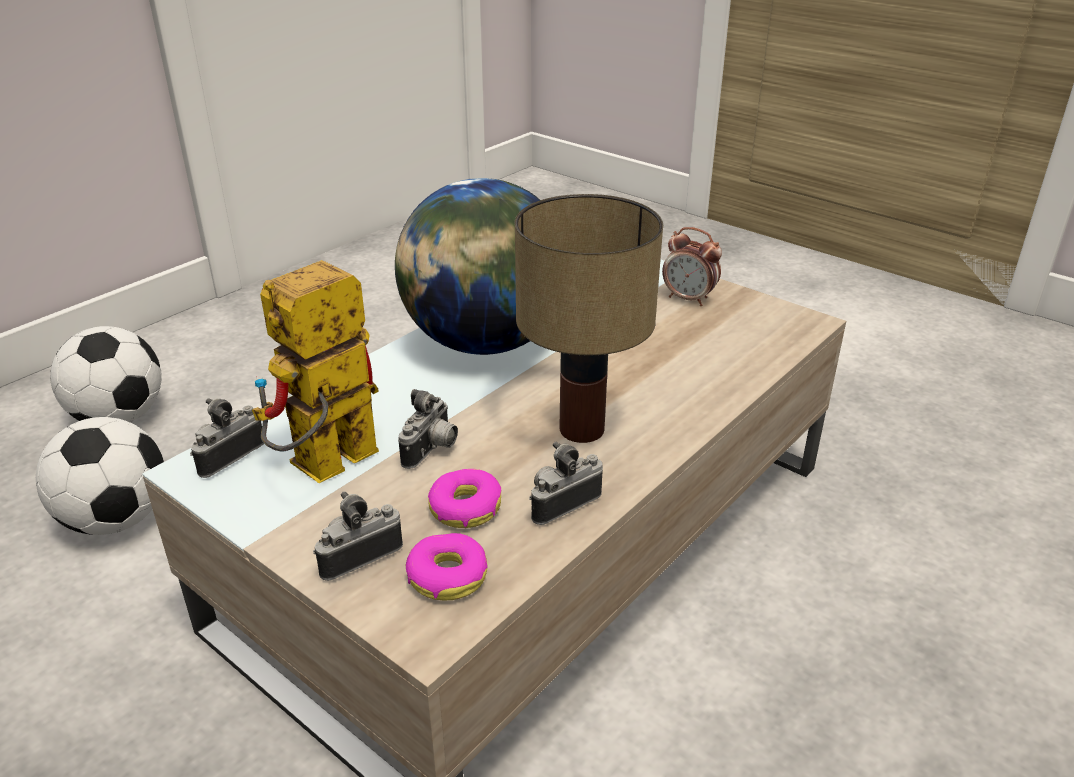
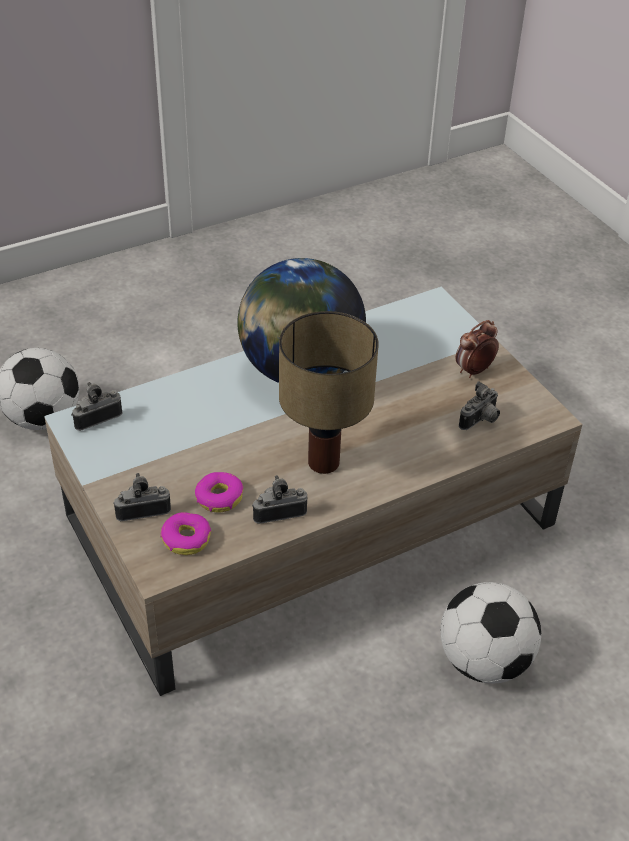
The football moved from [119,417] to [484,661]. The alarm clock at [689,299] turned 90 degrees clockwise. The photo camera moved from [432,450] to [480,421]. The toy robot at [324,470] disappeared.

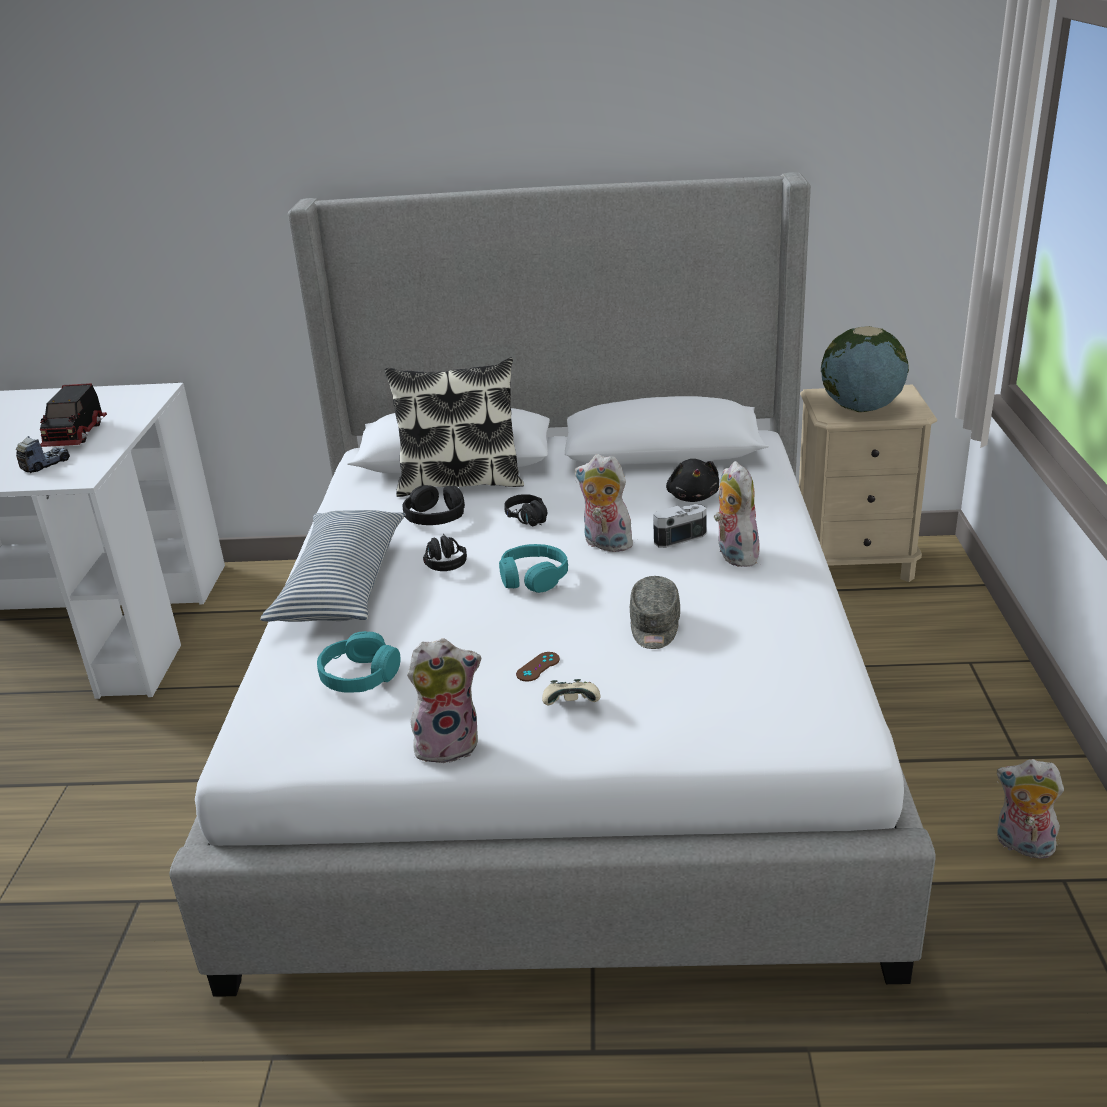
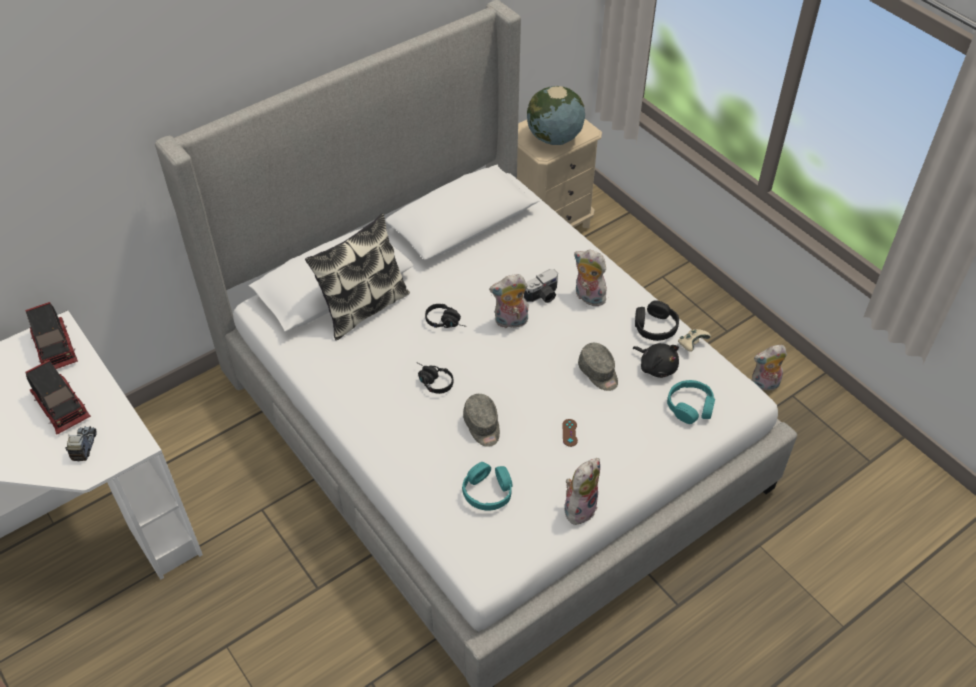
The toy truck at [55,347] appeared. The grey cap at [482,426] appeared. The photo camera at [676,535] turned 150 degrees counterclockwise. The black plush toy moved from [693,497] to [656,366]. The black headphones moved from [435,516] to [655,327]. The turquoise headphones moved from [533,578] to [690,406]. The beige game controller moved from [571,705] to [692,344]. The pillow at [342,583] disappeared.

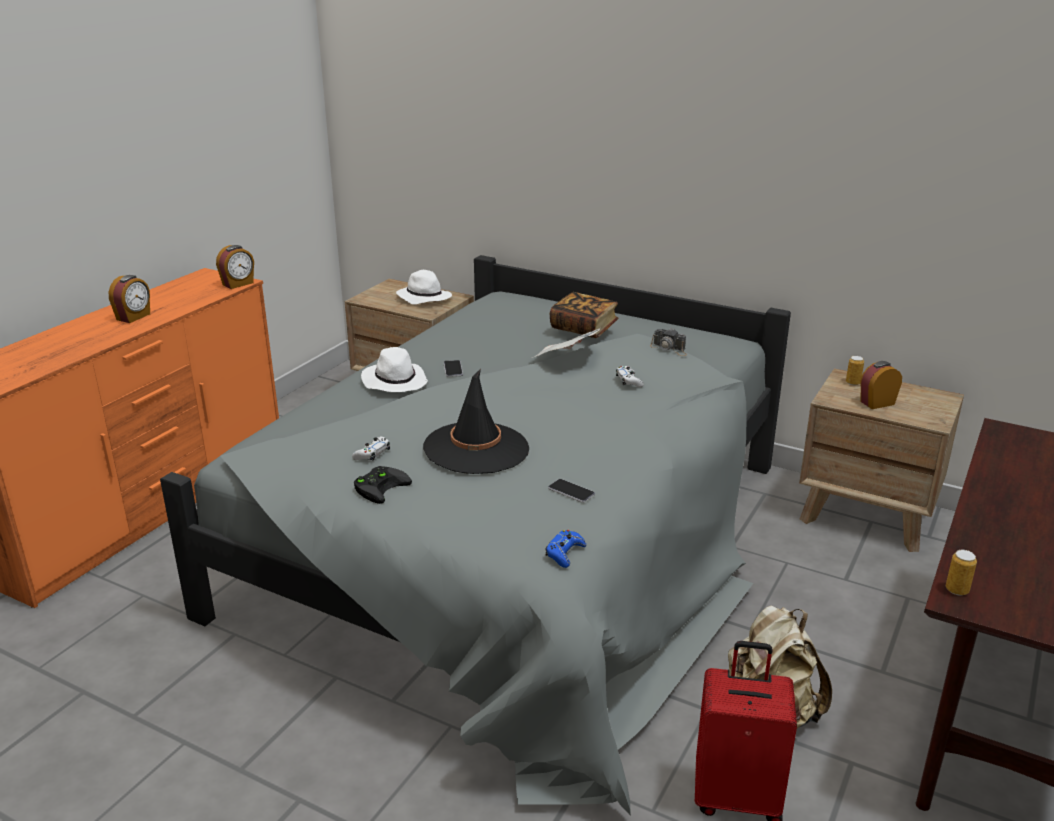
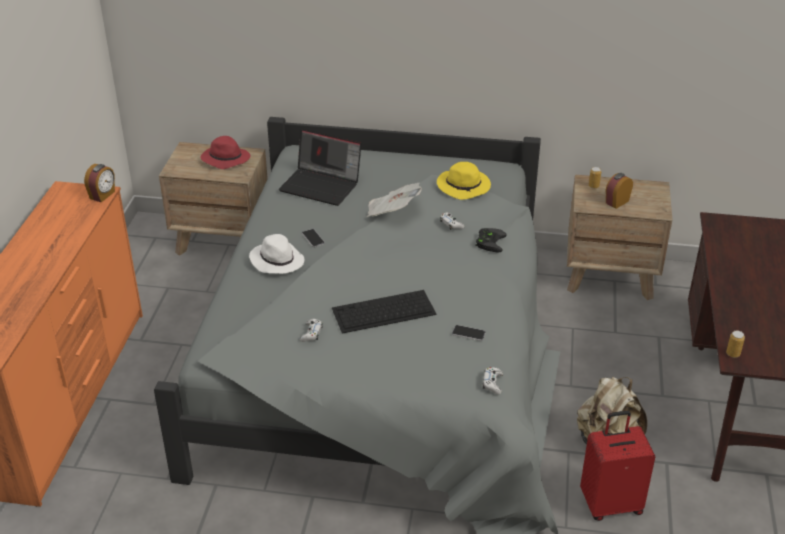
The white hat at [423,298] became the red hat at [225,159]. The laptop at [322,185] appeared. The black hat at [476,448] was replaced by the keyboard at [383,312]. The photo camera at [669,349] was replaced by the yellow hat at [464,186]. The black game controller moved from [380,486] to [489,241]. The blue game controller at [565,553] became the white game controller at [492,383]. The alarm clock at [134,317] disappeared. The book at [584,328] disappeared.

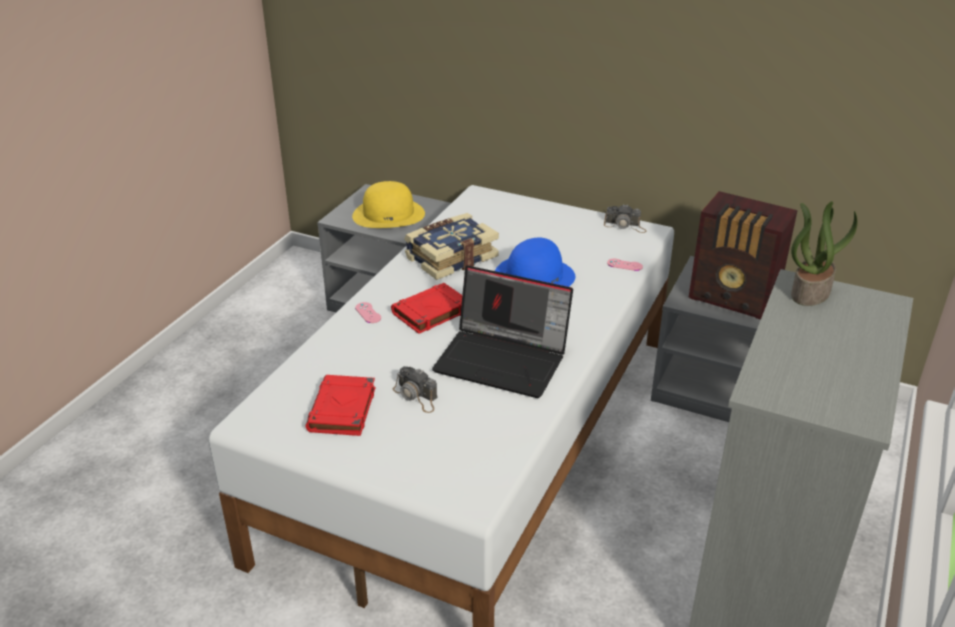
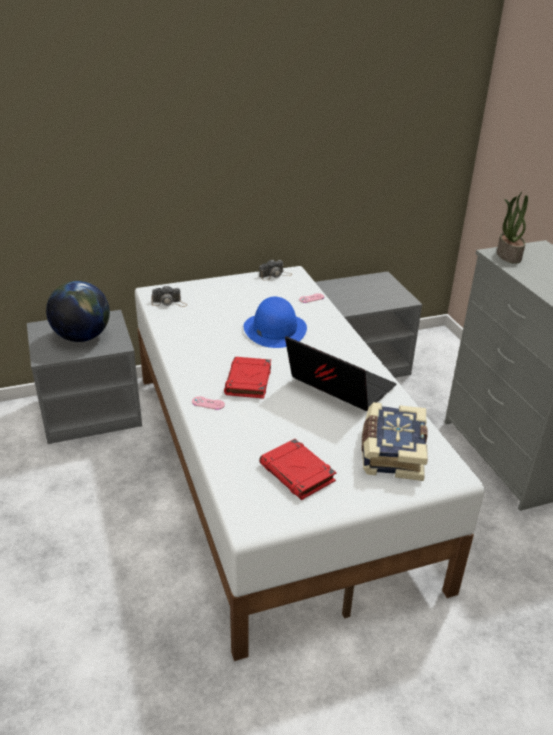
The yellow hat at [389,214] was replaced by the globe at [82,337]. The photo camera moved from [416,396] to [169,303]. The laptop at [504,360] turned 120 degrees counterclockwise. The book moved from [450,257] to [391,452]. The radio at [734,299] disappeared.

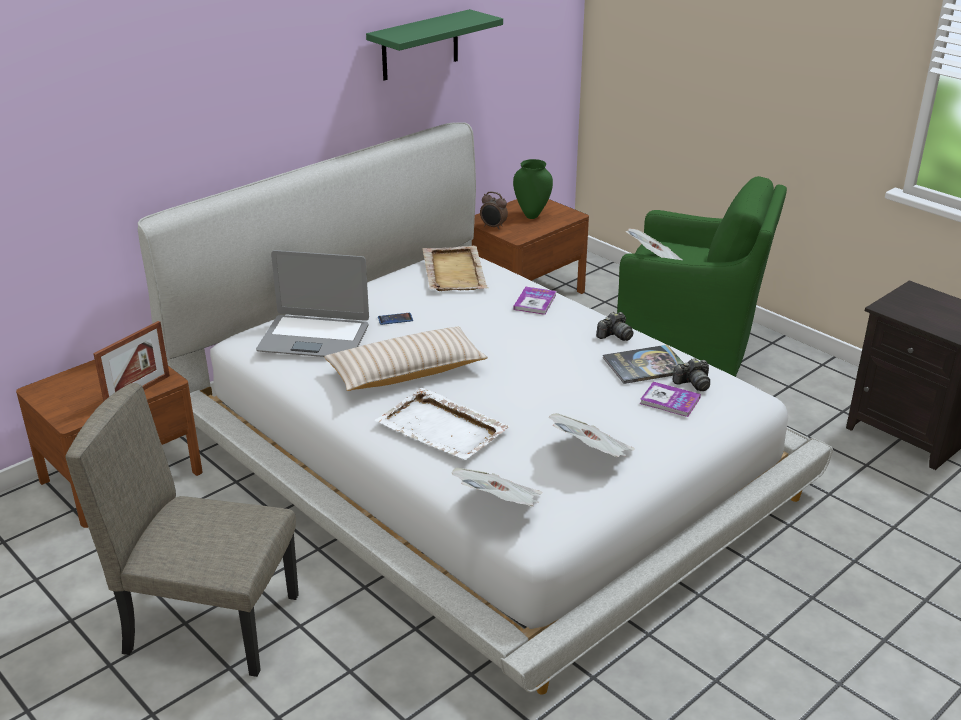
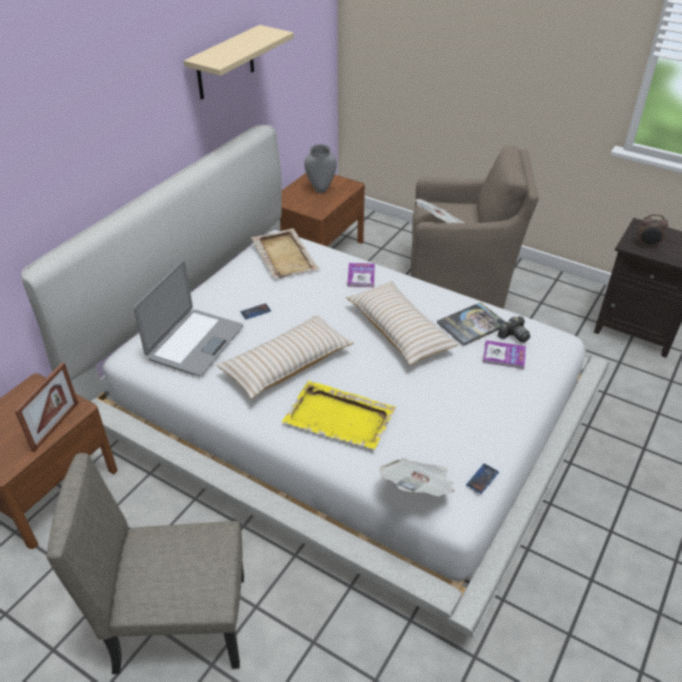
The laptop at [314,338] turned 60 degrees counterclockwise. The green shelf at [420,45] became the beige shelf at [225,63]. The white tray at [443,428] became the yellow tray at [340,418]. The green vase at [531,216] became the grey vase at [321,190]. The beige pillow at [399,331] appeared. The green armchair at [689,352] became the brown armchair at [460,284]. The phone at [482,479] appeared. The alarm clock moved from [493,227] to [647,245]. The newspaper at [591,455] disappeared. The photo camera at [615,335] disappeared.

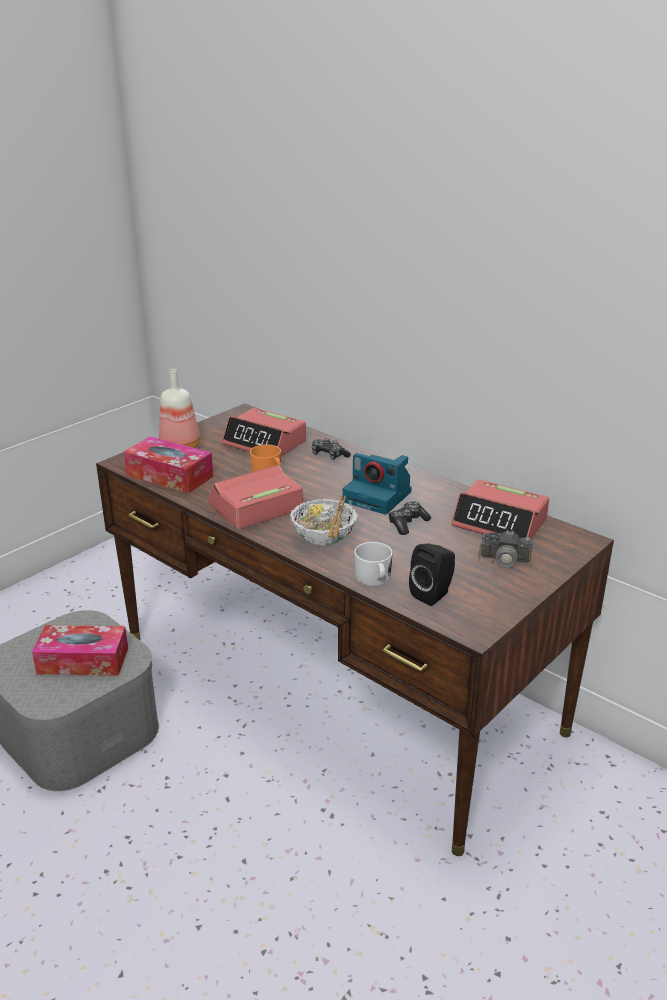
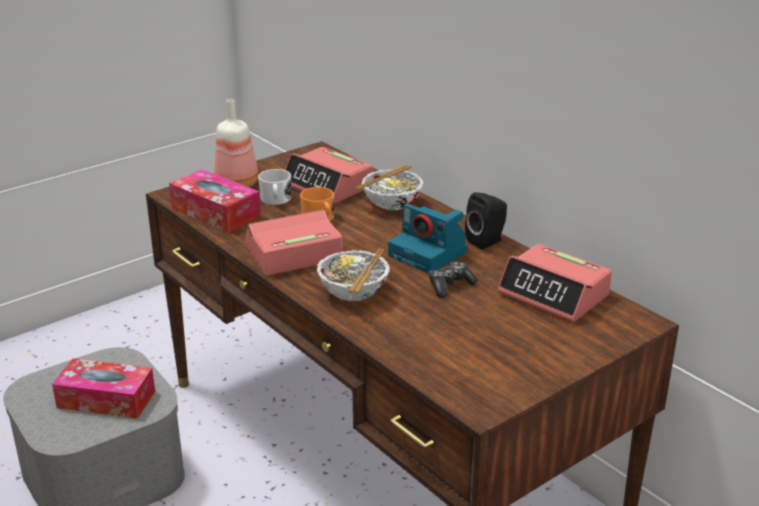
The white mug moved from [374,579] to [276,200]. The game controller at [329,455] was replaced by the bowl at [391,204]. The black speaker moved from [433,594] to [487,241]. The photo camera at [509,562] disappeared.

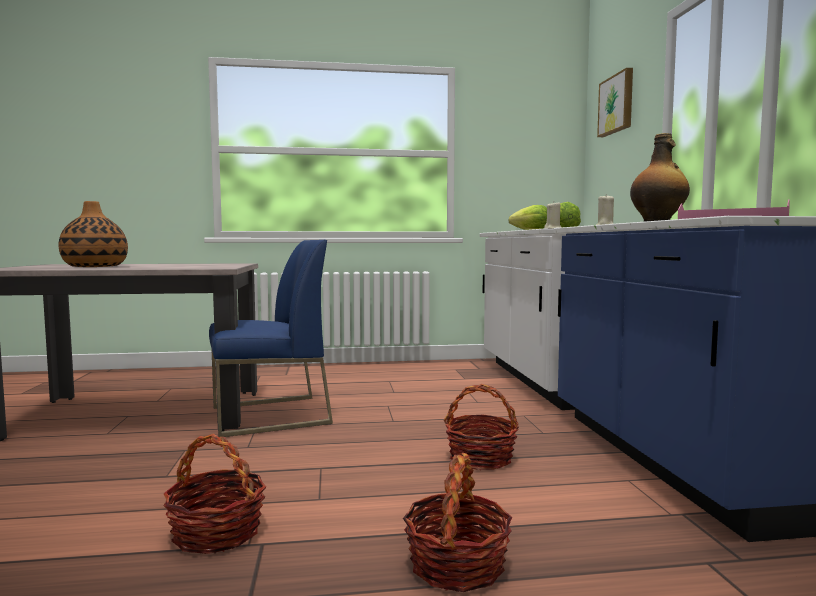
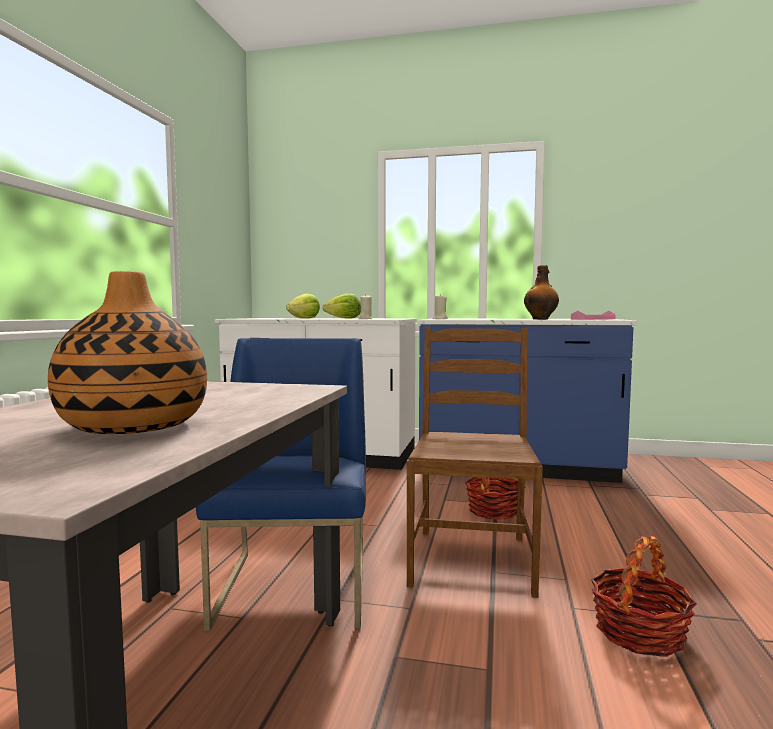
The brown chair at [471,559] appeared. The basket at [457,565] disappeared. The picture at [617,104] disappeared.

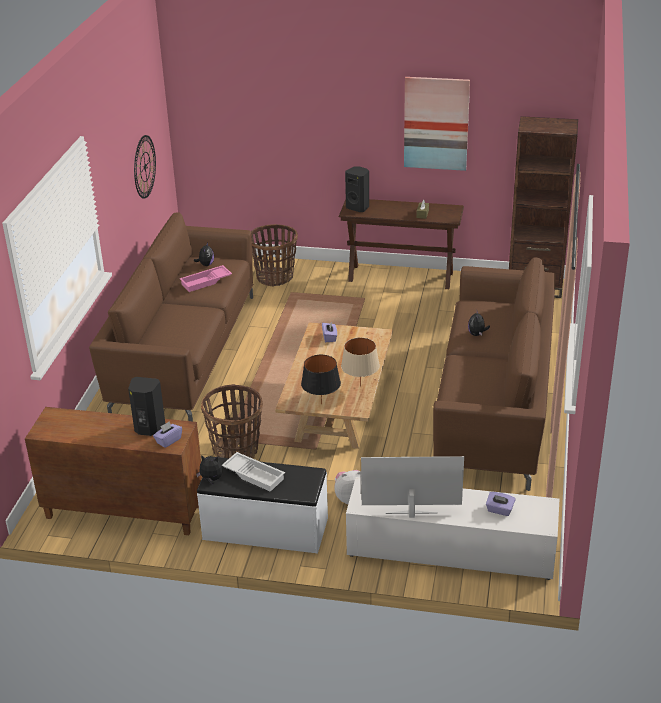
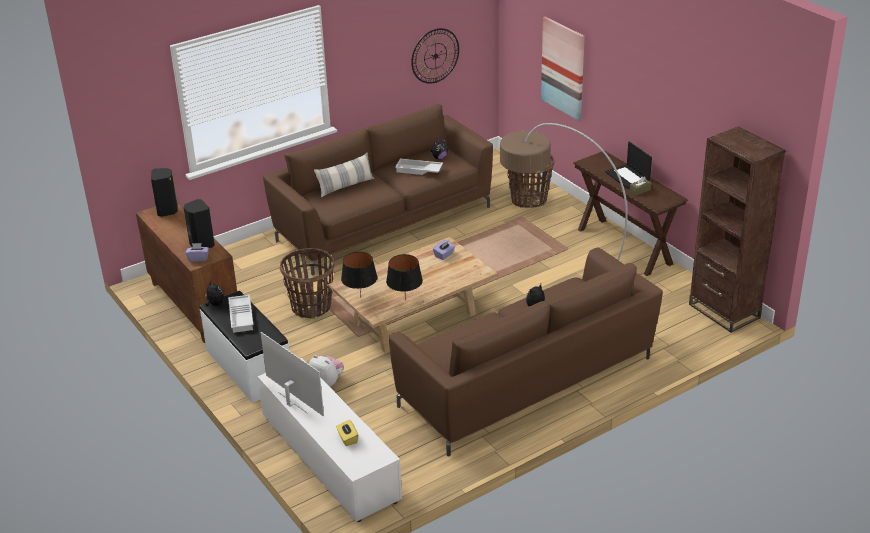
The black speaker moved from [358,207] to [167,211]. The pillow at [345,186] appeared. The purple tissue box at [499,510] became the yellow tissue box at [347,439]. The beige table lamp at [360,386] became the black table lamp at [405,300]. The pink tray at [206,282] became the white tray at [418,170]. The floor lamp at [555,261] appeared. The picture moved from [436,123] to [563,68]. The laptop at [628,177] appeared.

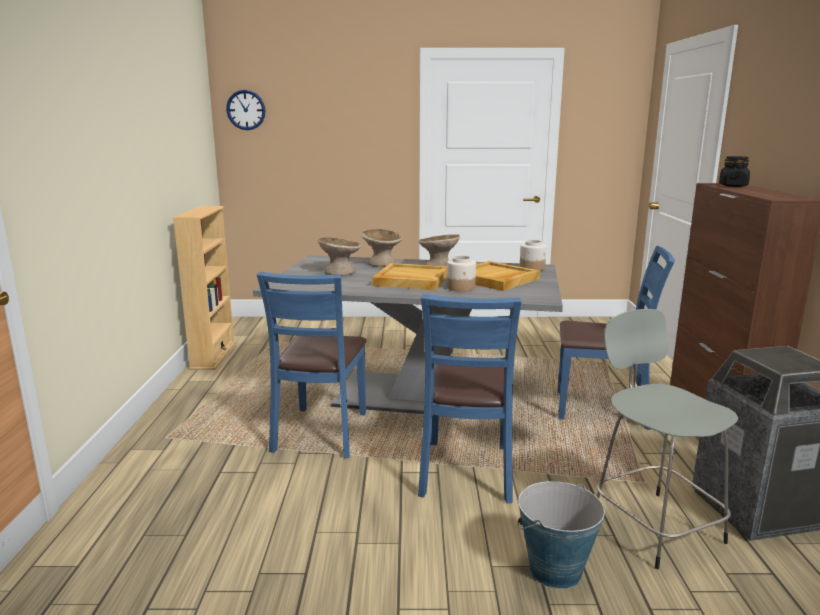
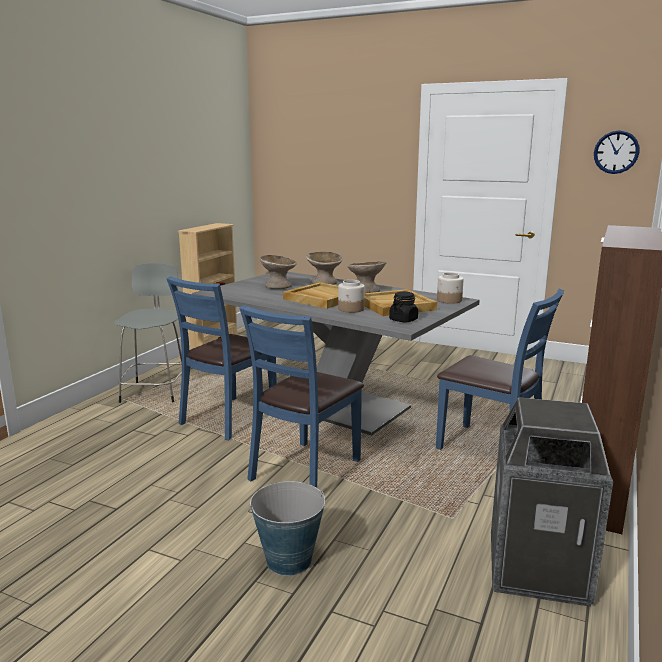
The grey stool moved from [653,525] to [155,391]. The black jar moved from [732,186] to [403,320]. The wall clock moved from [246,110] to [616,152].

